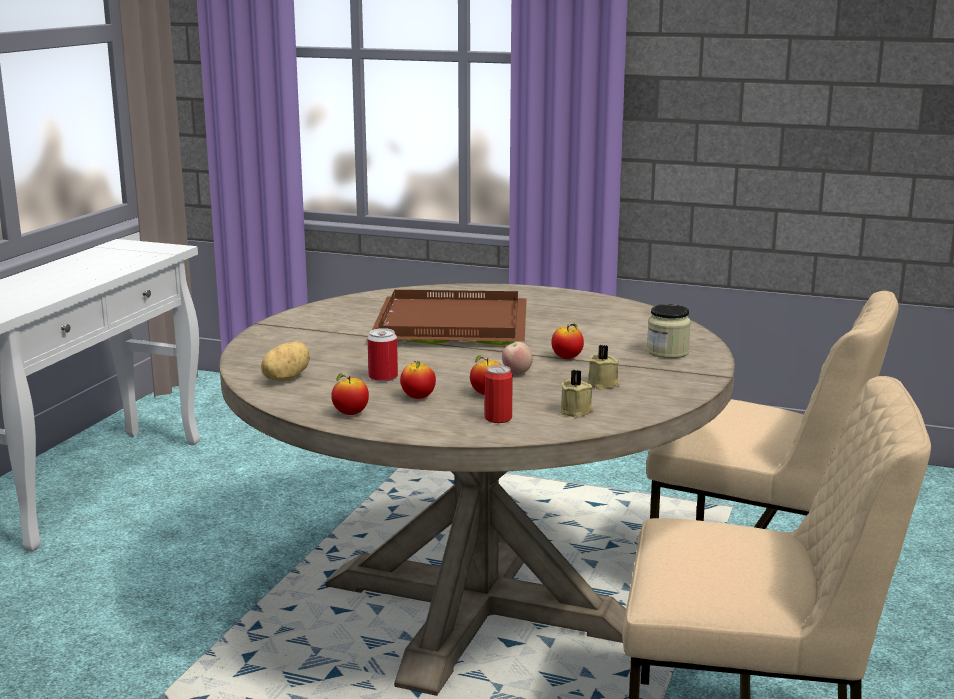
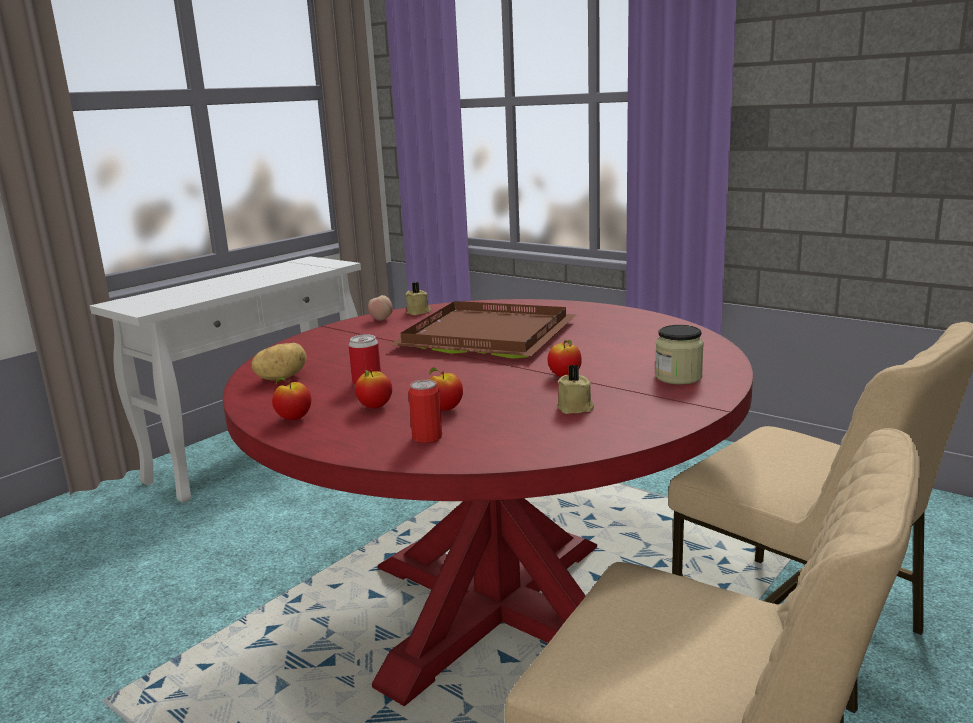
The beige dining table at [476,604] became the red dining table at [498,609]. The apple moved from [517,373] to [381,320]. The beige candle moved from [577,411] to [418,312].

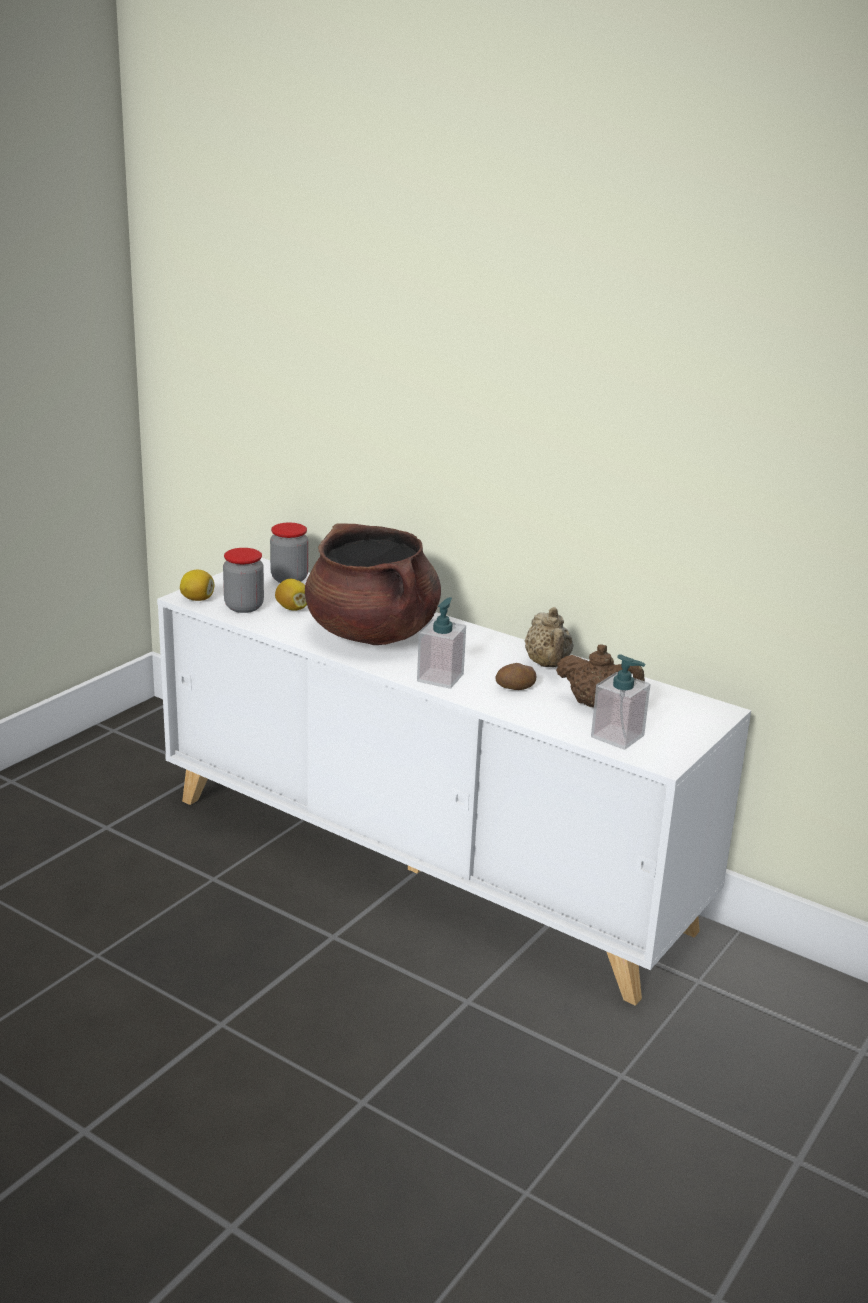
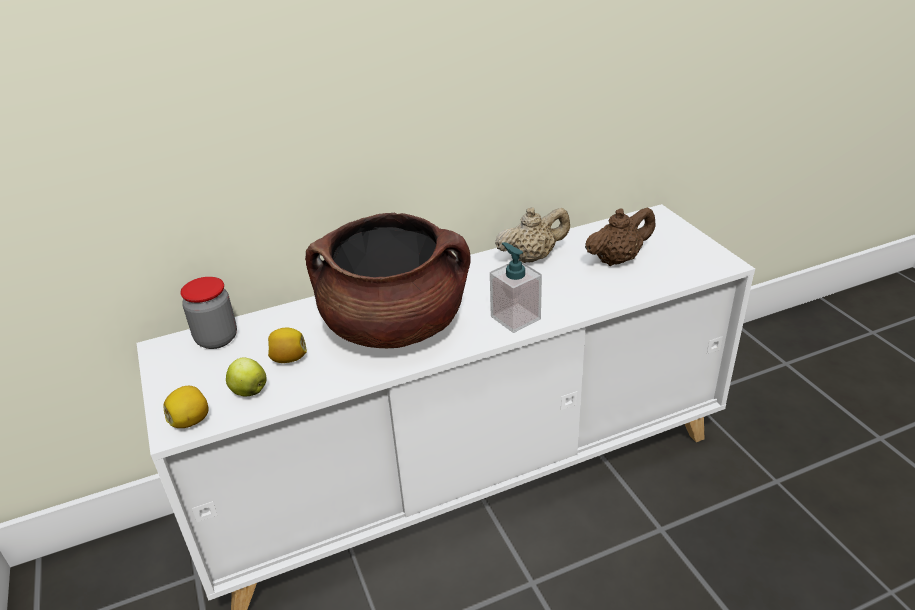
The jar at [244,607] was replaced by the apple at [249,391]. The beige teapot at [548,665] turned 45 degrees counterclockwise. The potato at [515,688] disappeared. The soap dispenser at [617,736] disappeared.

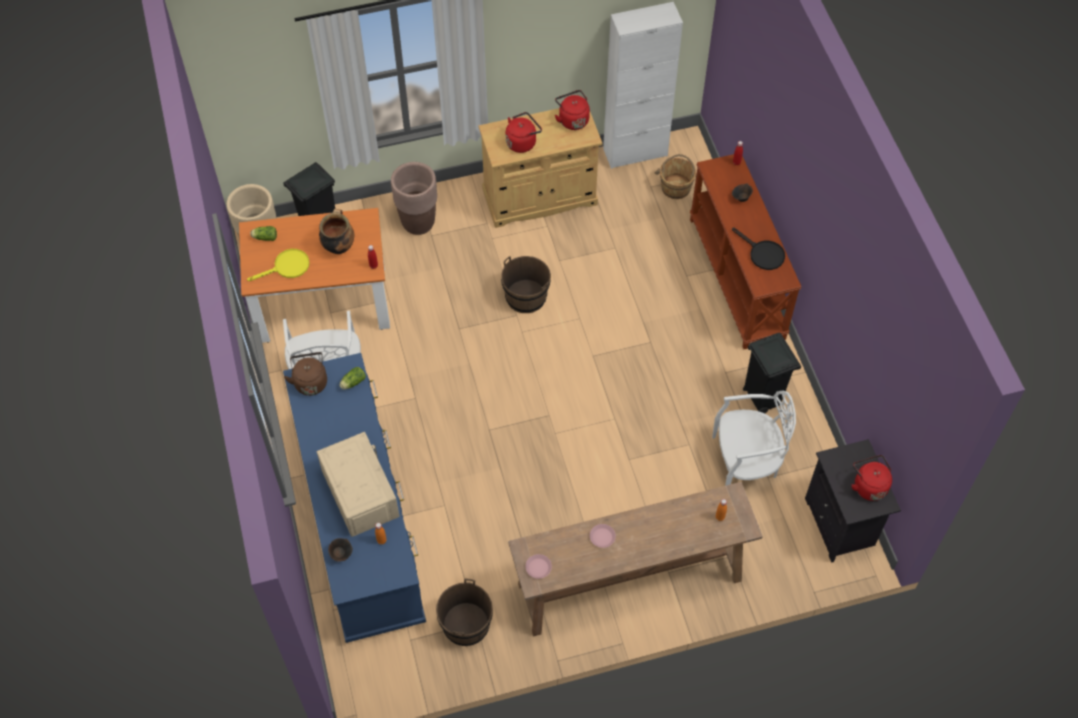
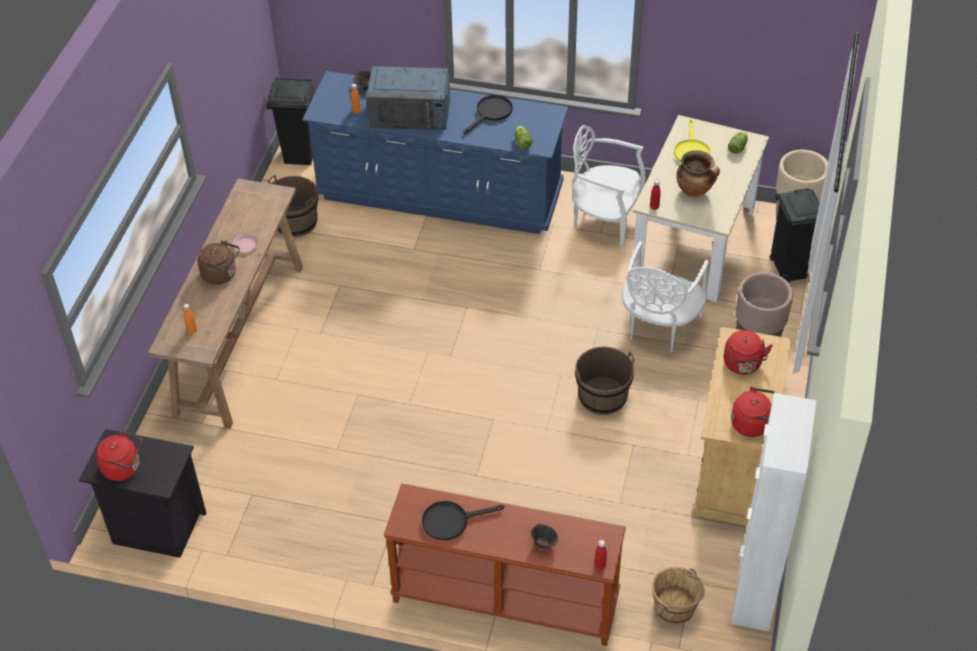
The brown kettle moved from [310,381] to [221,274]. The black trash can moved from [762,398] to [300,156]. The beige microwave at [359,492] became the blue microwave at [410,113]. The black frying pan at [491,113] appeared. The white chair moved from [746,462] to [659,326]. The orange dining table at [322,303] became the beige dining table at [693,243]. The pink plate at [538,567] disappeared.

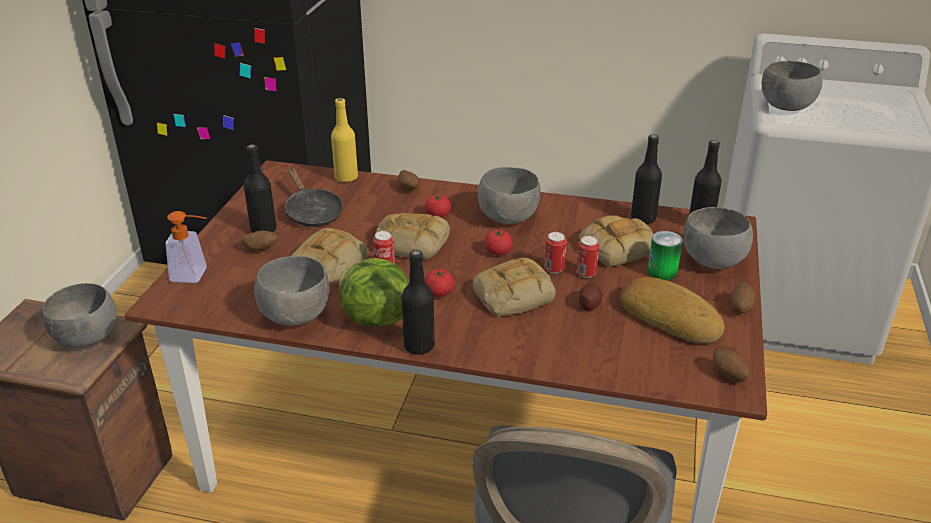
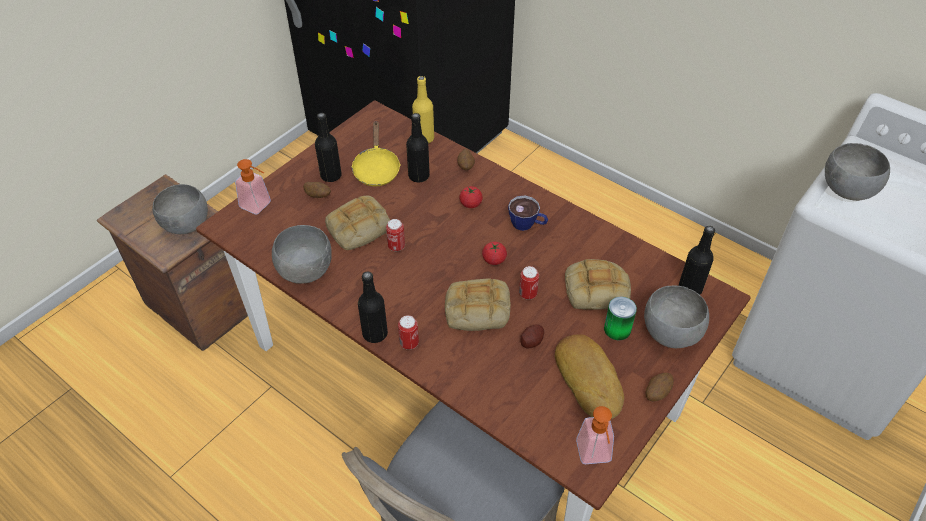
The black frying pan at [312,212] became the yellow frying pan at [376,169]. The can moved from [586,273] to [409,343]. The black bottle moved from [643,218] to [419,176]. The grey bowl at [509,217] was replaced by the cup at [527,225]. The potato at [728,375] was replaced by the soap dispenser at [594,457]. The lettuce at [374,318] disappeared. The bread at [410,243] disappeared. The tomato at [439,293] disappeared.

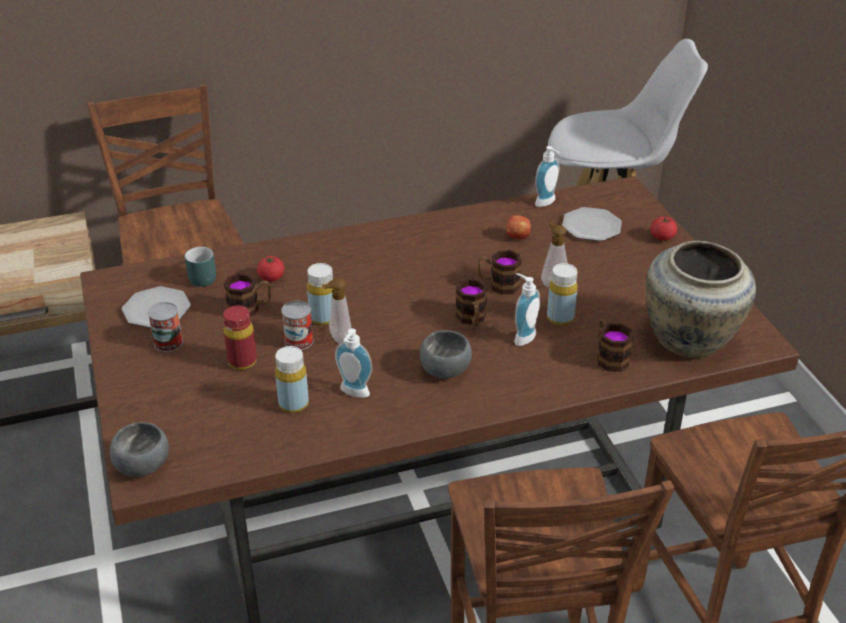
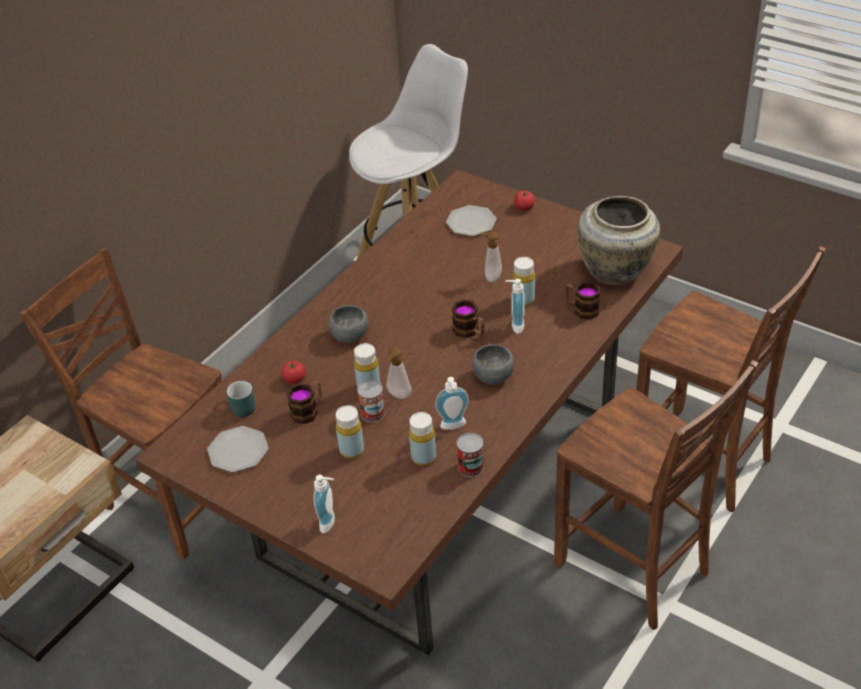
The soap dispenser moved from [547,203] to [330,523]. The grey bowl moved from [144,465] to [350,335]. The red bottle at [242,361] became the yellow bottle at [352,450]. The can moved from [168,342] to [471,467]. The mug at [498,284] disappeared. The apple at [518,237] disappeared.

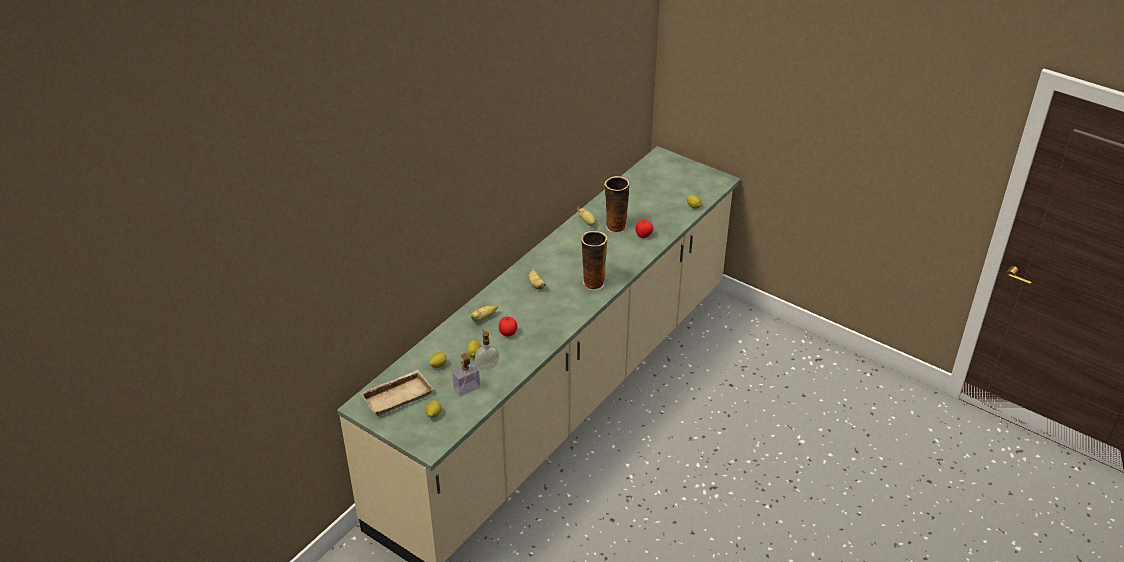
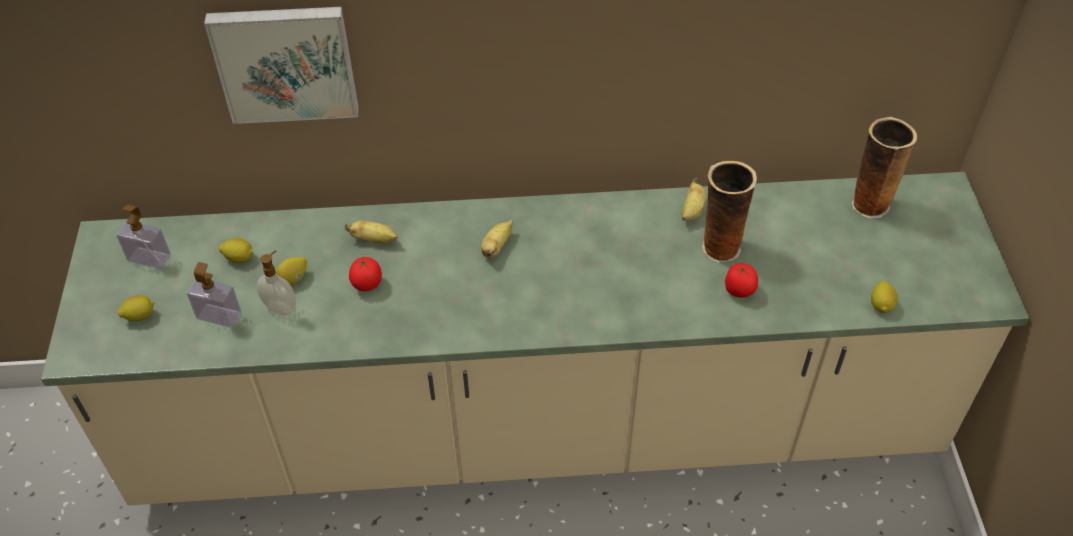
The beige tray at [397,395] was replaced by the soap dispenser at [149,258]. The picture at [285,62] appeared. The vase moved from [593,282] to [870,203].

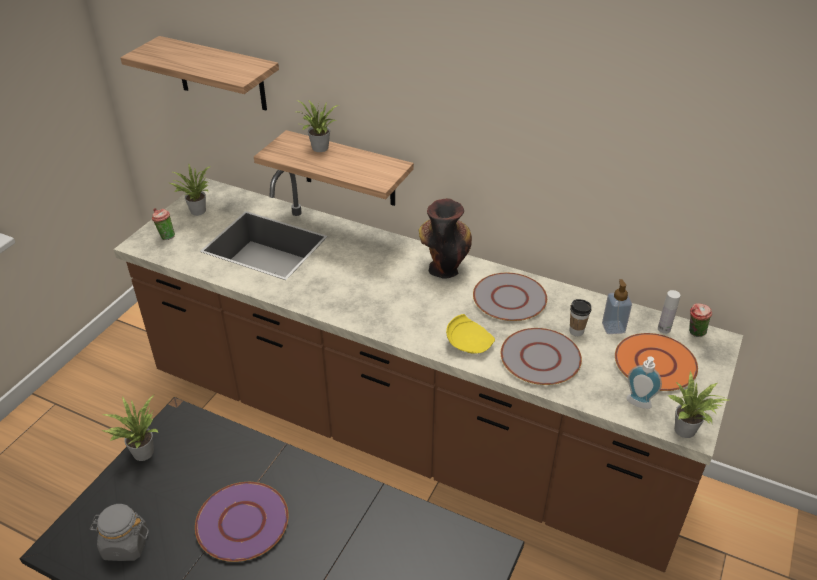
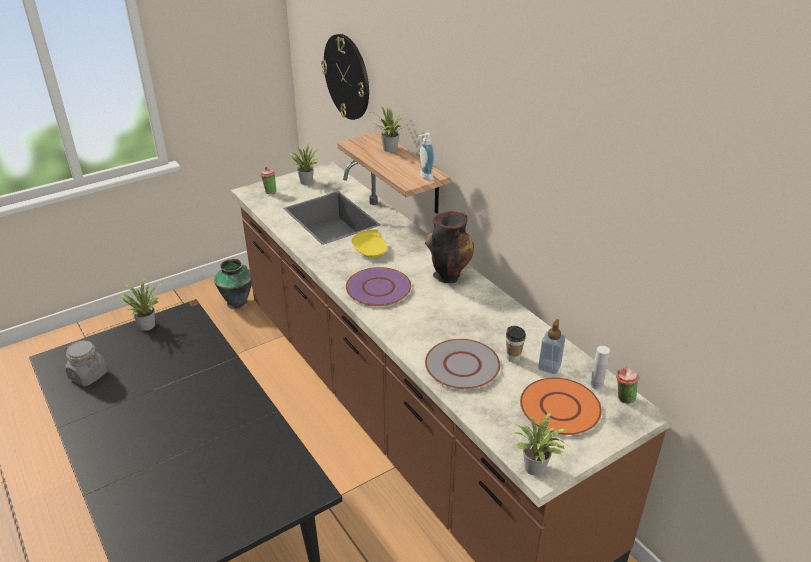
The vase at [238,302] appeared. The shelf at [221,74] was replaced by the wall clock at [347,77]. The purple plate moved from [243,522] to [378,288]. The yellow plate moved from [469,342] to [371,250]. The soap dispenser moved from [637,404] to [424,177]. The grey plate at [510,298] disappeared.

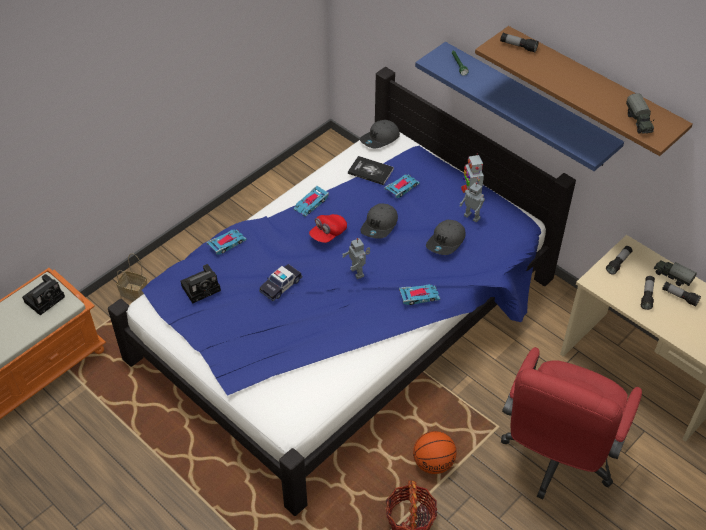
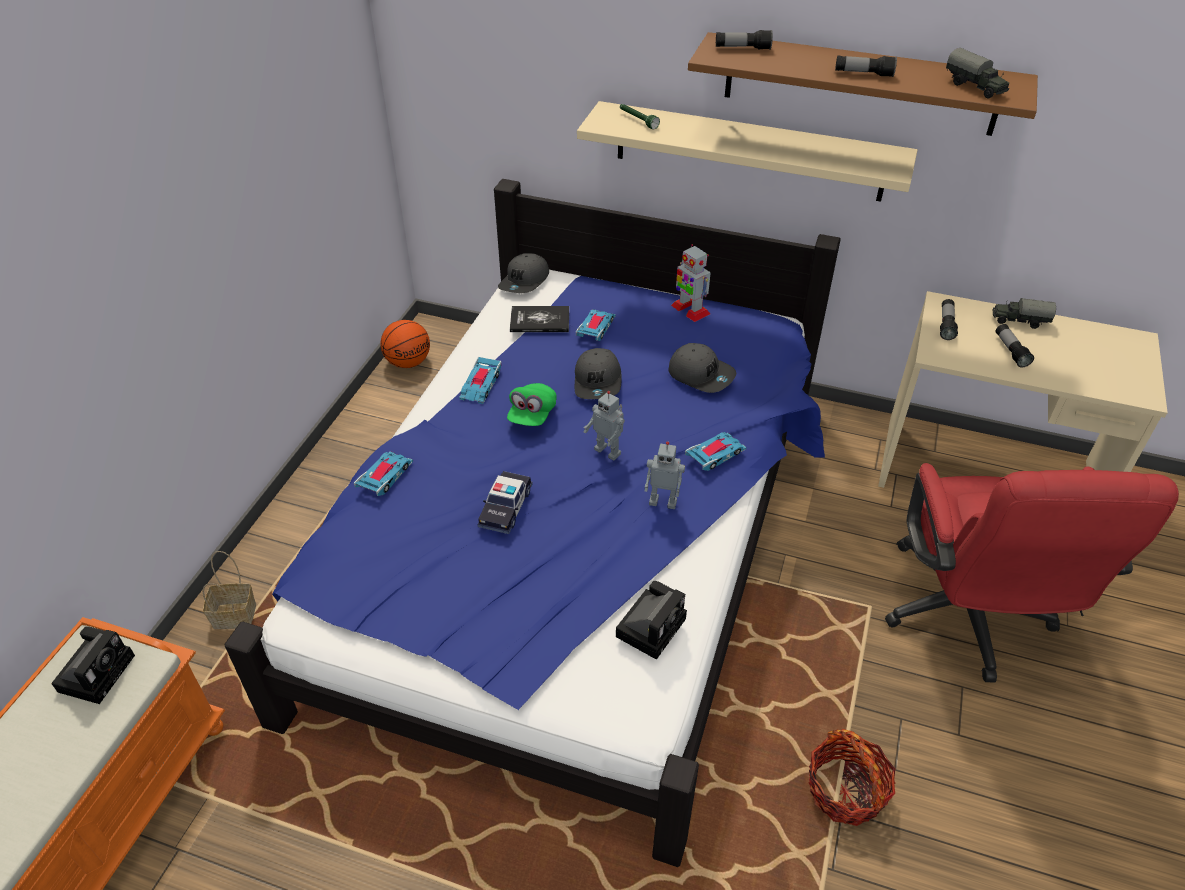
The basketball moved from [434,463] to [408,362]. The red cap at [328,234] became the green cap at [532,415]. The blue shelf at [527,104] became the beige shelf at [748,151]. The photo camera moved from [202,287] to [652,625]. The toy robot moved from [472,216] to [663,501]. The grey cap at [446,242] turned 60 degrees counterclockwise. The flashlight moved from [679,297] to [863,74].

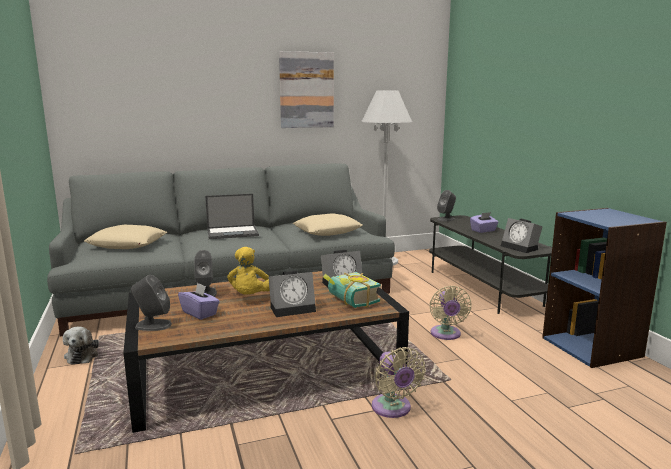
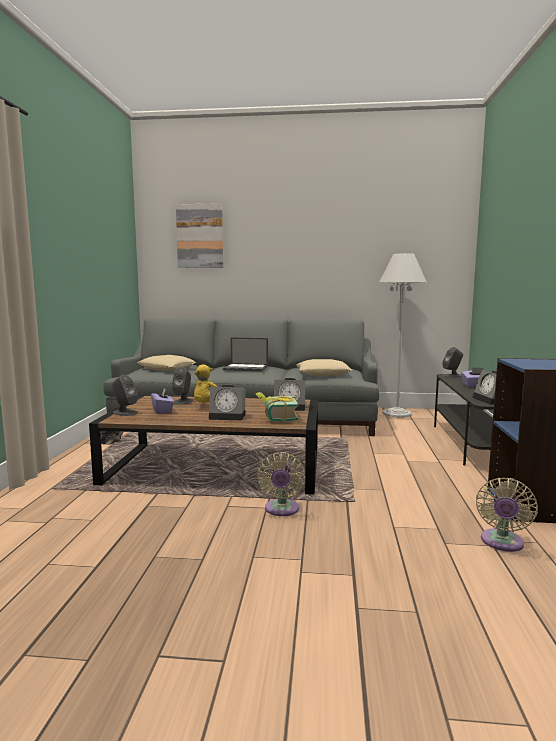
The picture moved from [306,90] to [200,236]. The beige fan moved from [446,334] to [501,543].

